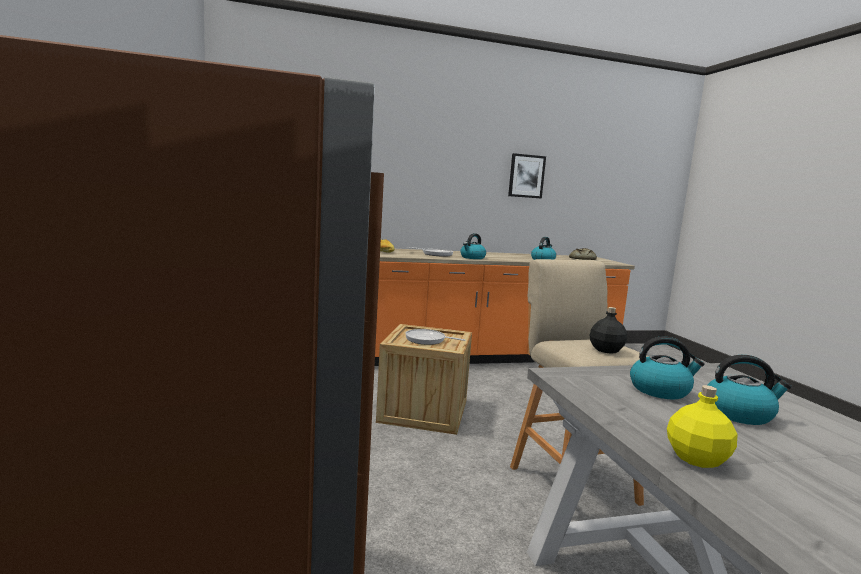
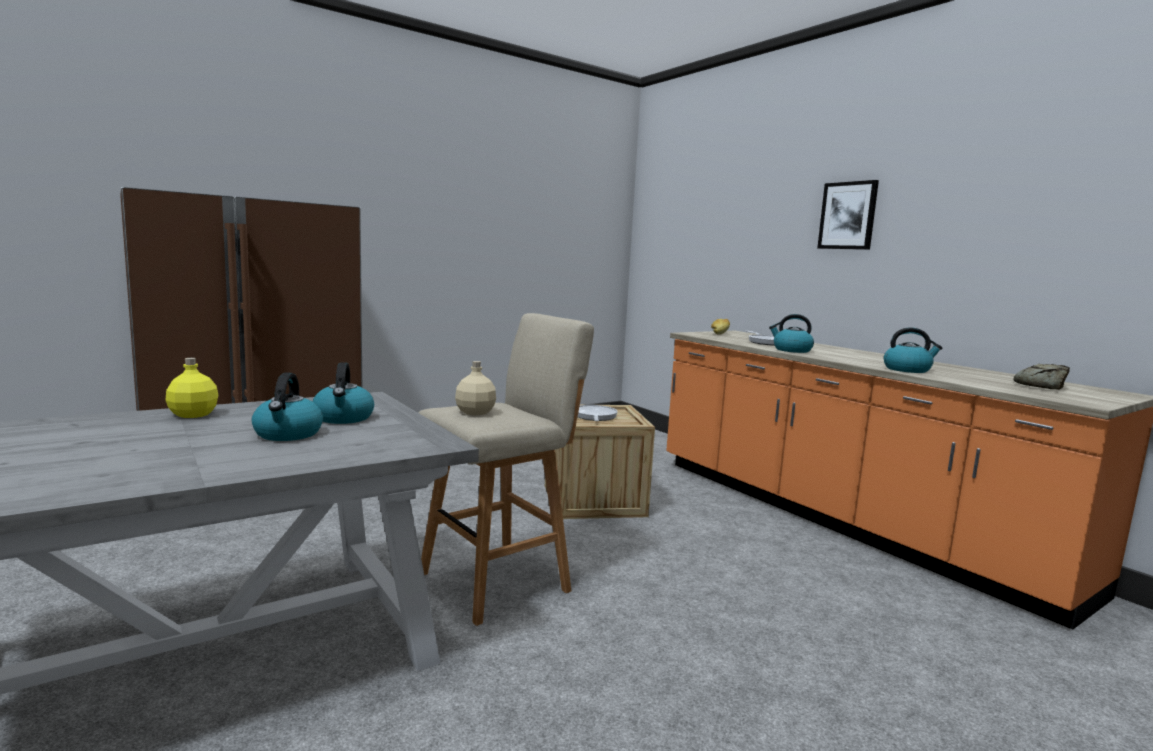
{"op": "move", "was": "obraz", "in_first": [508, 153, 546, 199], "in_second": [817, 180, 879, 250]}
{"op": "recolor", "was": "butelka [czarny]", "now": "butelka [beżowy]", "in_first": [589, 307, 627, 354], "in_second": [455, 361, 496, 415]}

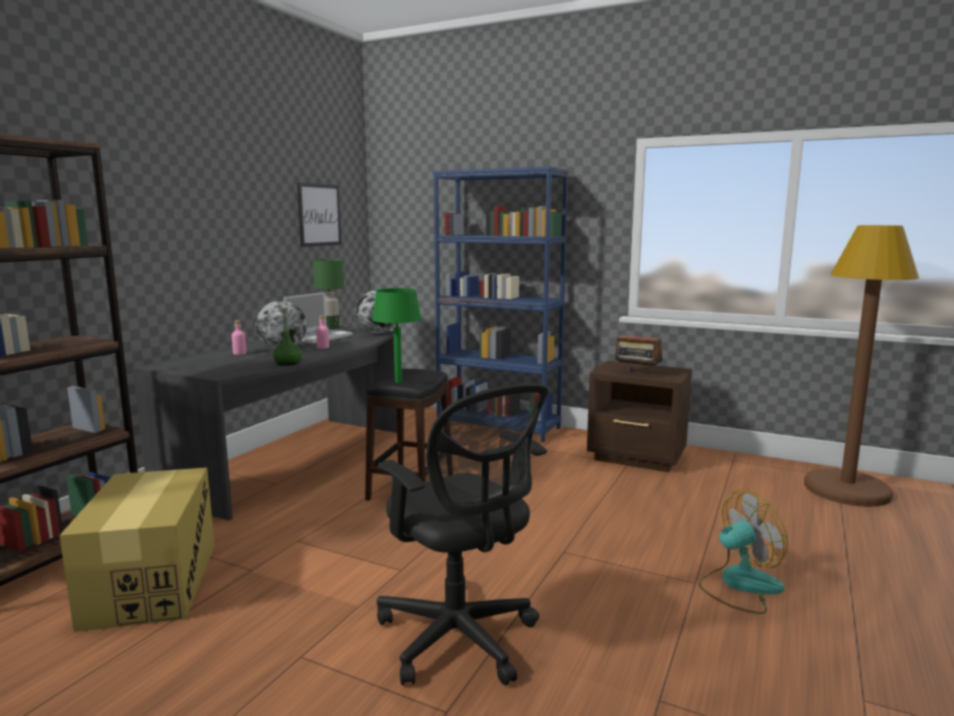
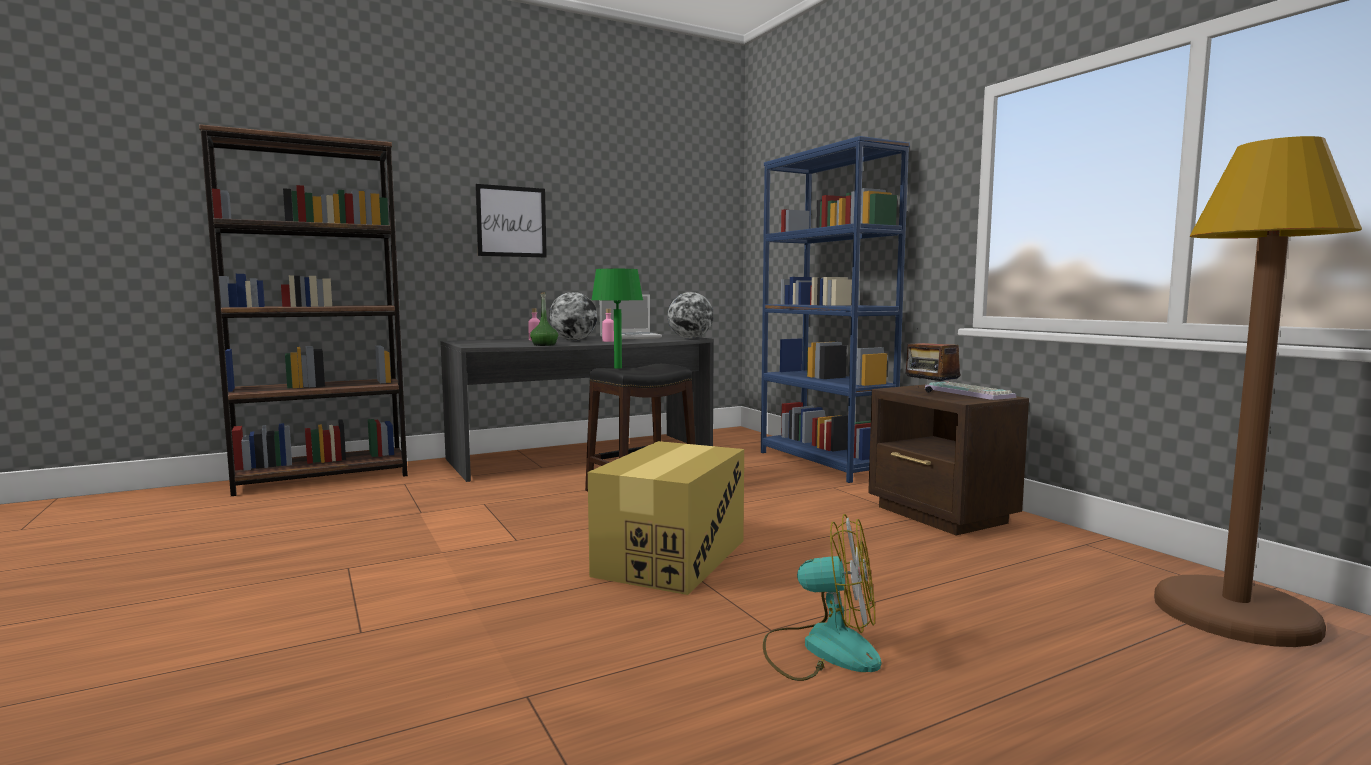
{"op": "move", "was": "karton", "in_first": [59, 468, 215, 632], "in_second": [588, 441, 744, 595]}
{"op": "move", "was": "obraz", "in_first": [297, 183, 342, 247], "in_second": [475, 184, 547, 258]}
{"op": "delete", "was": "lampa stołowa [zielony]", "in_first": [313, 259, 344, 329]}
{"op": "delete", "was": "krzesło biurowe [czarny]", "in_first": [377, 383, 548, 686]}
{"op": "insert", "now": "klawiatura", "in_second": [925, 381, 1017, 400]}

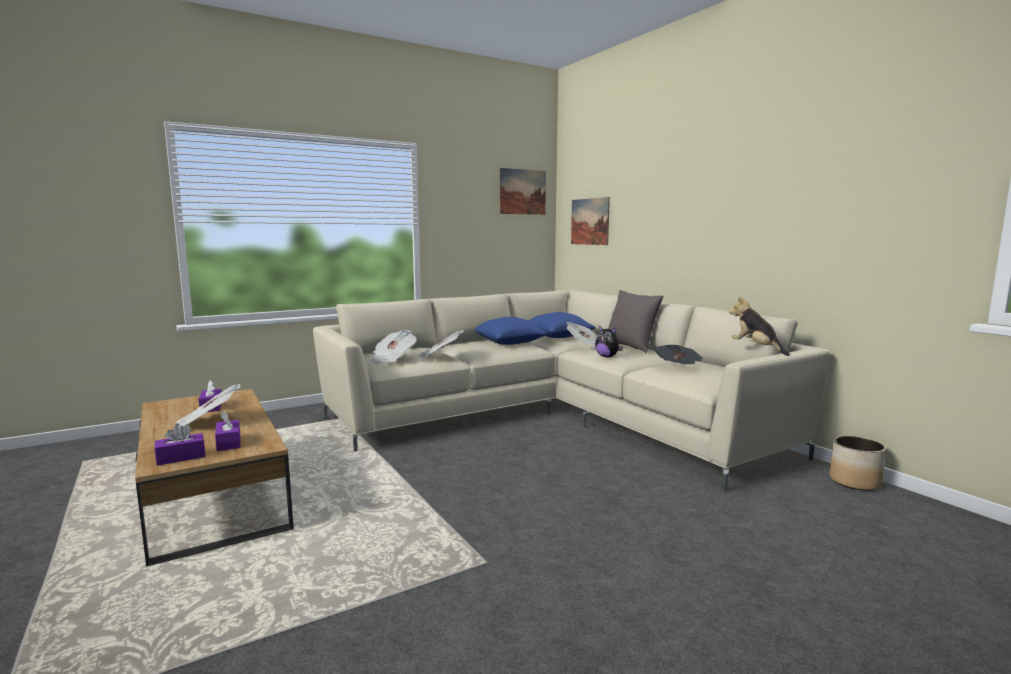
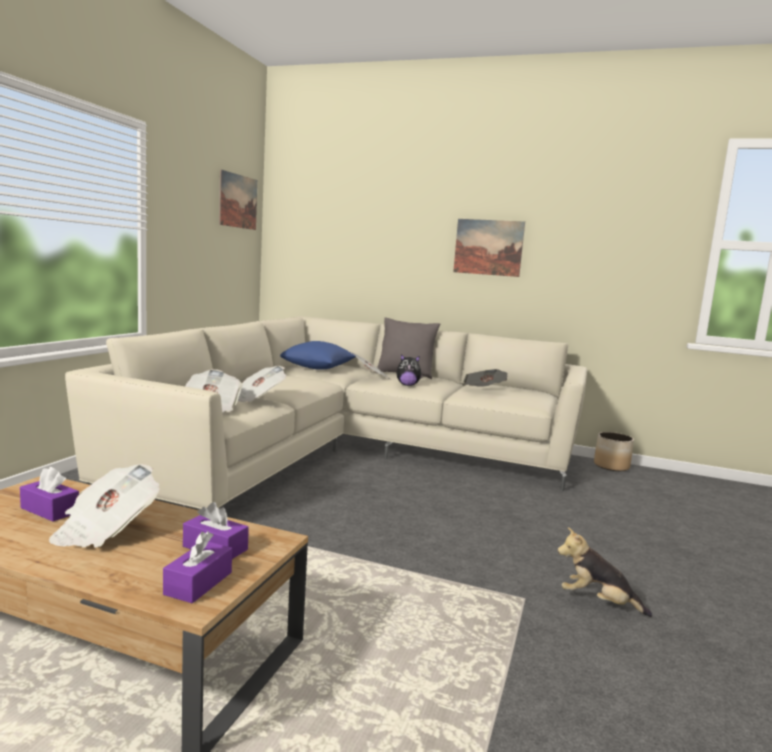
{"op": "delete", "was": "poduszka [niebieski]", "in_first": [475, 317, 547, 345]}
{"op": "move", "was": "obraz", "in_first": [571, 197, 610, 245], "in_second": [453, 219, 525, 277]}
{"op": "move", "was": "pluszak", "in_first": [729, 297, 790, 356], "in_second": [557, 527, 652, 617]}

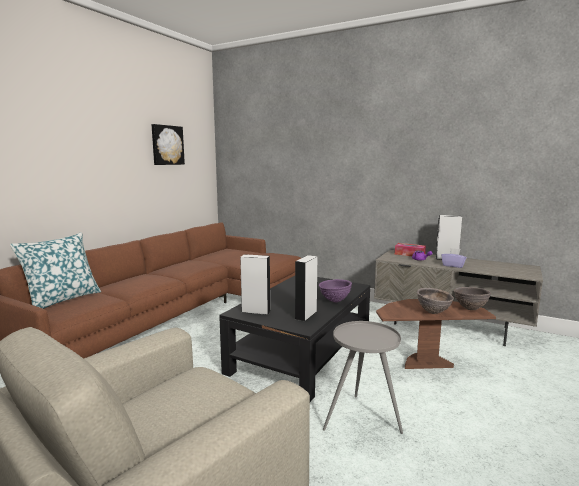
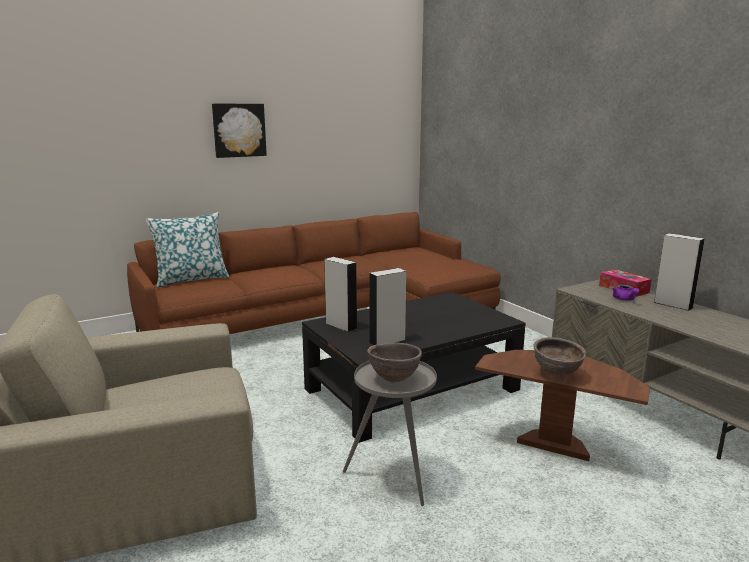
{"op": "move", "was": "obraz", "in_first": [151, 124, 185, 165], "in_second": [212, 104, 267, 158]}
{"op": "delete", "was": "miska [fioletowy]", "in_first": [319, 279, 352, 302]}
{"op": "delete", "was": "pudełko chusteczek [fioletowy]", "in_first": [441, 248, 467, 268]}
{"op": "move", "was": "miska [brązowy]", "in_first": [454, 287, 491, 310], "in_second": [367, 343, 422, 383]}

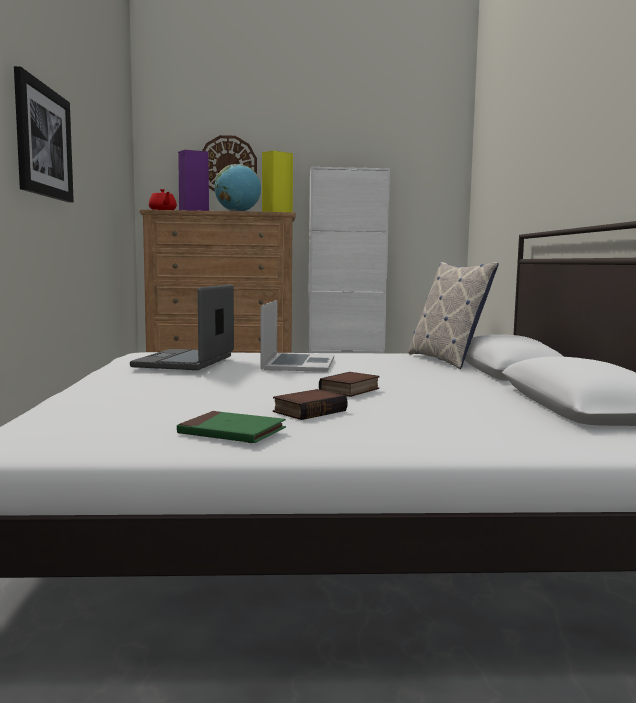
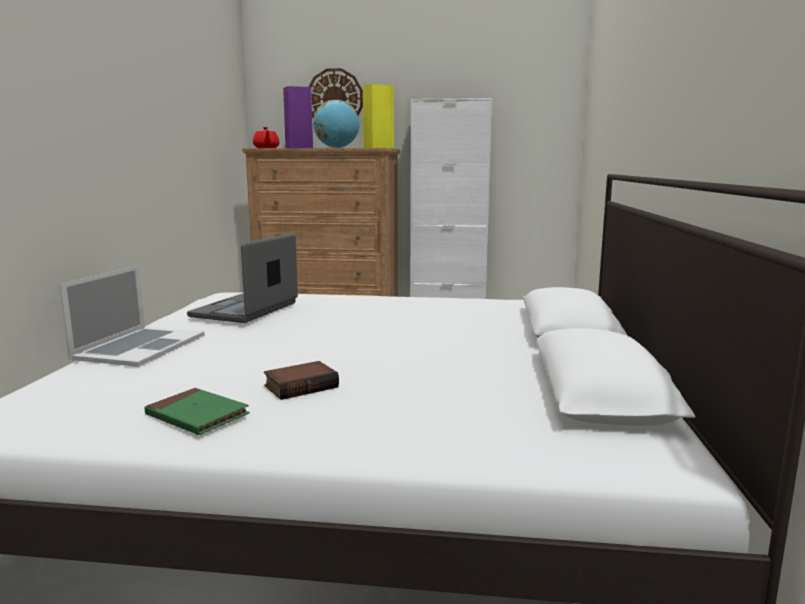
{"op": "delete", "was": "obraz", "in_first": [14, 66, 74, 202]}
{"op": "move", "was": "laptop", "in_first": [261, 300, 334, 372], "in_second": [59, 265, 204, 367]}
{"op": "delete", "was": "książka", "in_first": [319, 372, 380, 397]}
{"op": "delete", "was": "poduszka", "in_first": [408, 262, 499, 369]}

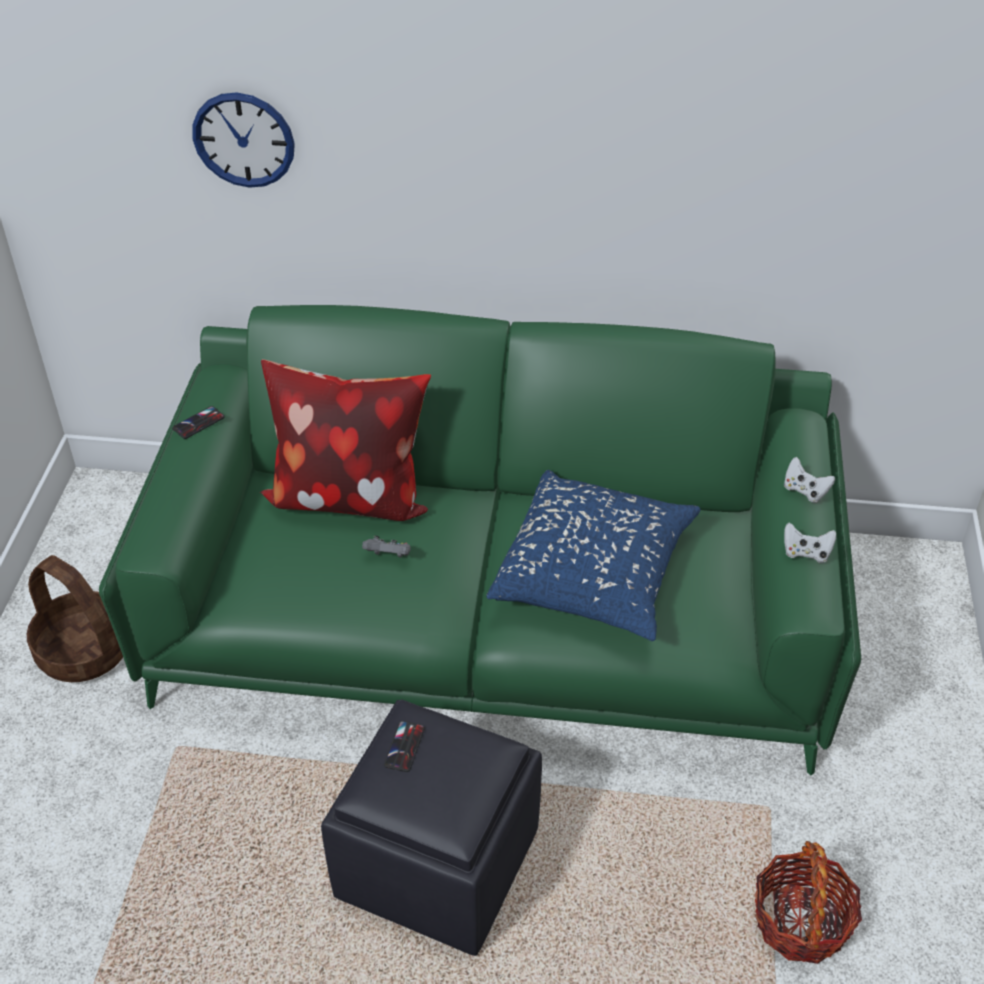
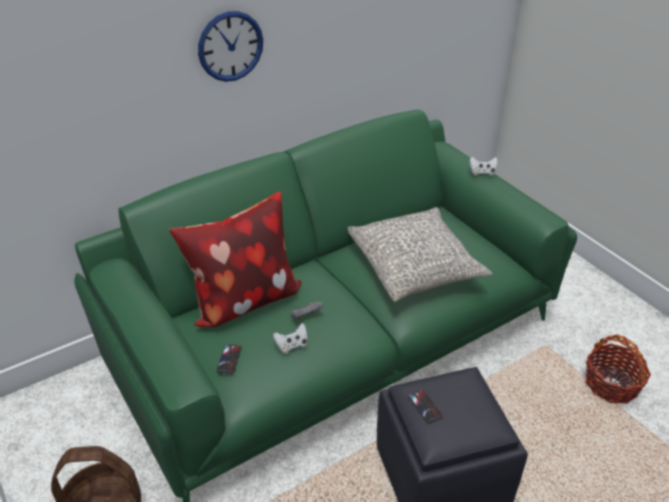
{"op": "move", "was": "telefon", "in_first": [172, 406, 225, 439], "in_second": [216, 344, 242, 374]}
{"op": "move", "was": "zegar ścienny", "in_first": [192, 92, 295, 188], "in_second": [198, 11, 263, 82]}
{"op": "recolor", "was": "poduszka [niebieski]", "now": "poduszka [szary]", "in_first": [486, 470, 701, 641], "in_second": [347, 207, 492, 302]}
{"op": "move", "was": "pad do gier [biały]", "in_first": [784, 523, 836, 563], "in_second": [273, 323, 307, 353]}

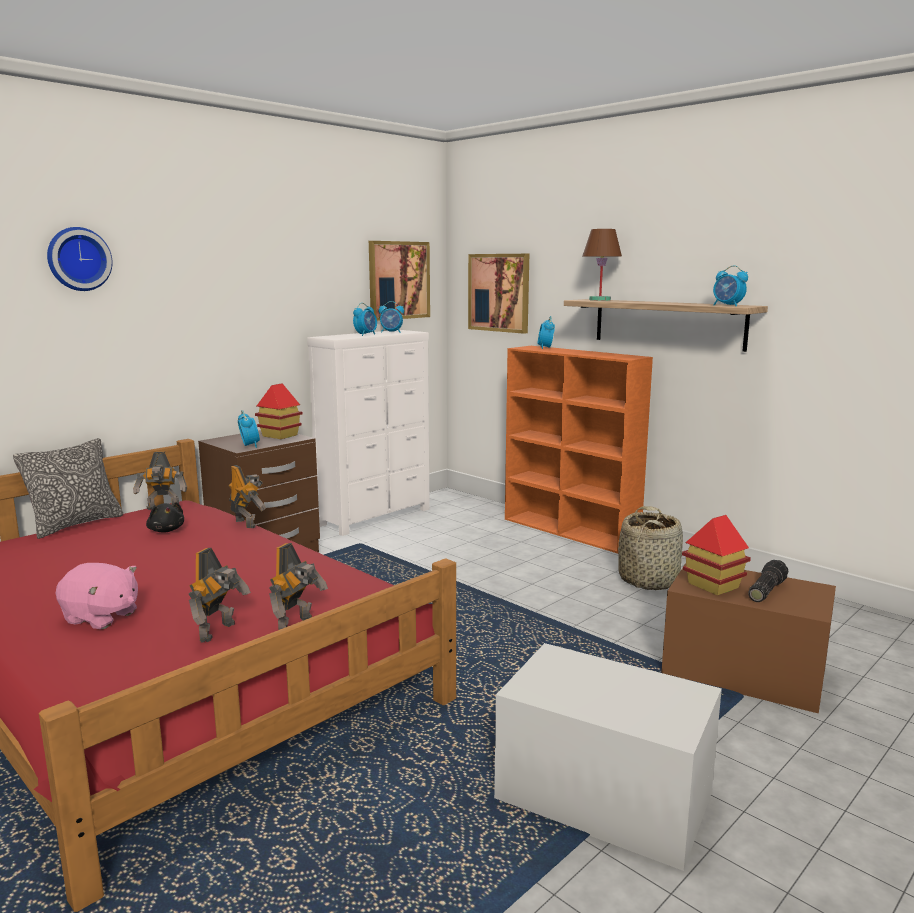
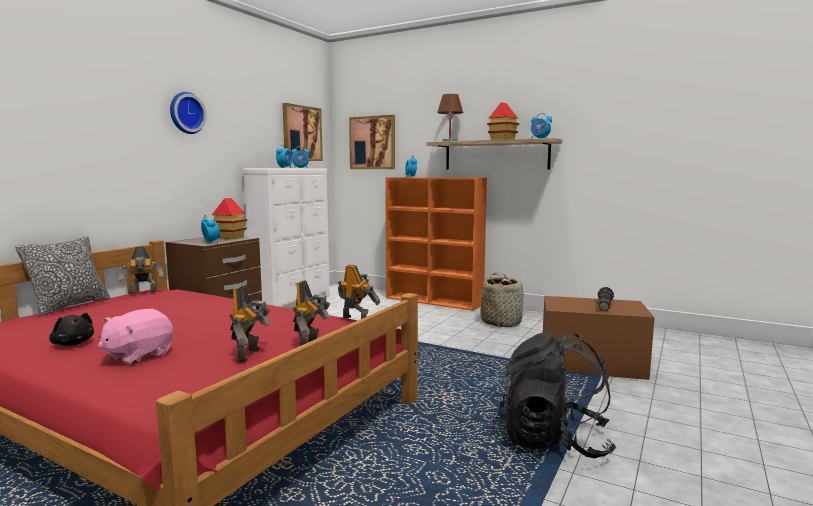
{"op": "move", "was": "zegar ścienny", "in_first": [47, 227, 113, 291], "in_second": [170, 92, 207, 134]}
{"op": "rotate", "was": "pluszak [różowy]", "in_first": [56, 563, 138, 629], "in_second": [98, 309, 173, 366], "clockwise": 120}
{"op": "move", "was": "pluszak [czarny]", "in_first": [146, 502, 184, 532], "in_second": [49, 313, 94, 346]}
{"op": "move", "was": "robot zabawkowy", "in_first": [228, 465, 266, 528], "in_second": [338, 265, 380, 319]}
{"op": "replace", "was": "pojemnik do przechowywania [biały]", "now": "plecak [czarny]", "in_first": [494, 643, 722, 871], "in_second": [499, 332, 616, 459]}
{"op": "move", "was": "domek", "in_first": [682, 515, 751, 595], "in_second": [487, 102, 519, 140]}

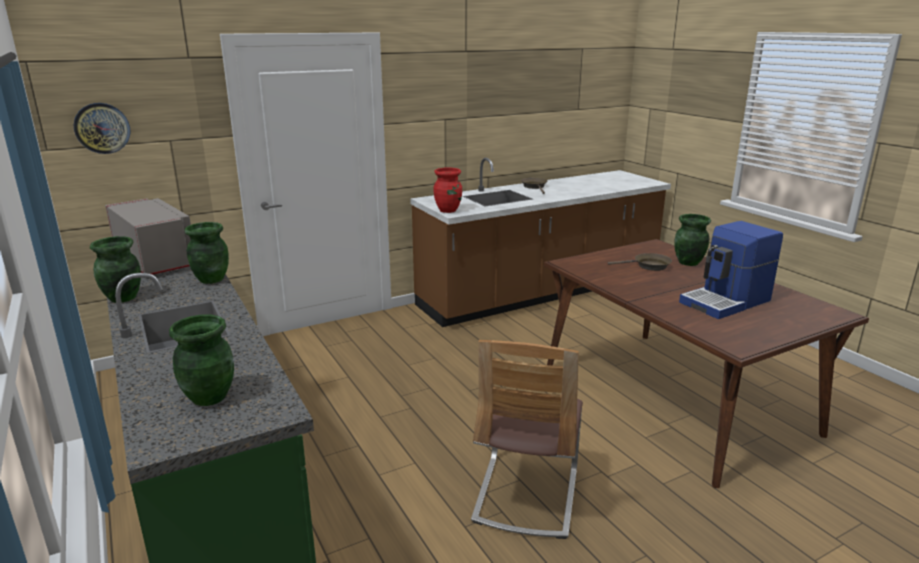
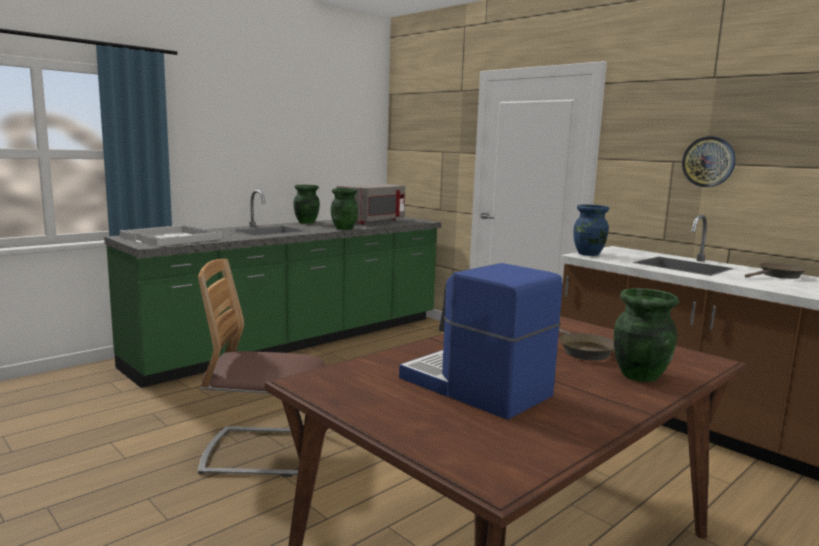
{"op": "move", "was": "zegar ścienny", "in_first": [74, 103, 130, 154], "in_second": [682, 136, 736, 187]}
{"op": "replace", "was": "wazon [zielony]", "now": "taca [biały]", "in_first": [169, 315, 234, 406], "in_second": [120, 225, 222, 246]}
{"op": "recolor", "was": "wazon [czerwony]", "now": "wazon [niebieski]", "in_first": [434, 167, 462, 213], "in_second": [573, 204, 609, 256]}

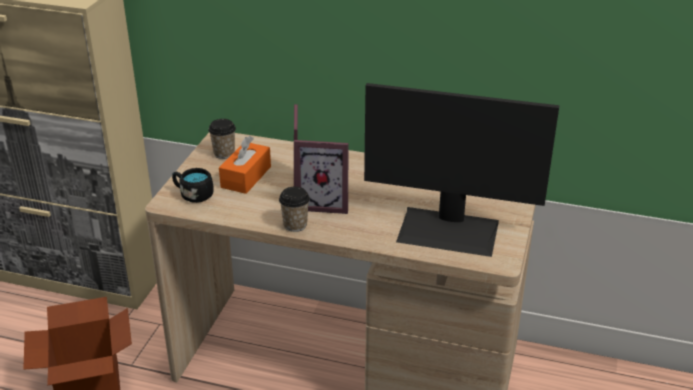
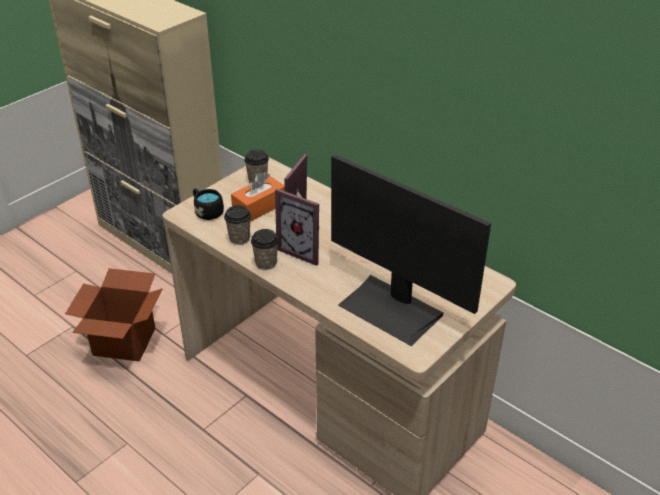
{"op": "insert", "now": "filiżanka", "in_second": [224, 205, 251, 245]}

